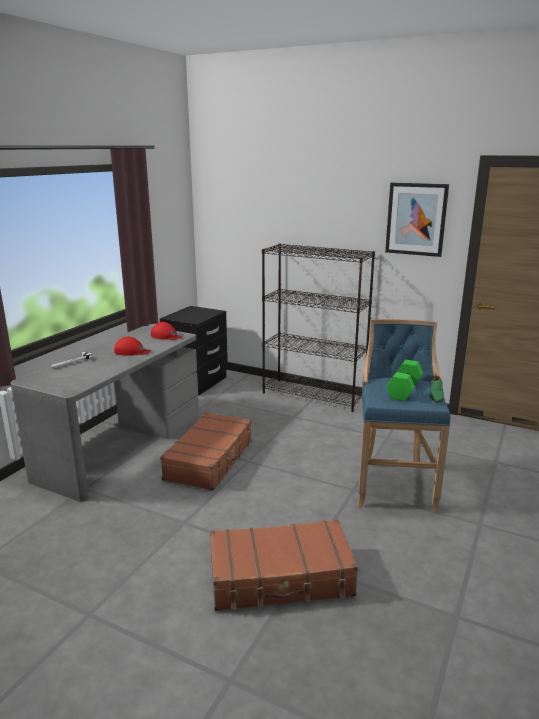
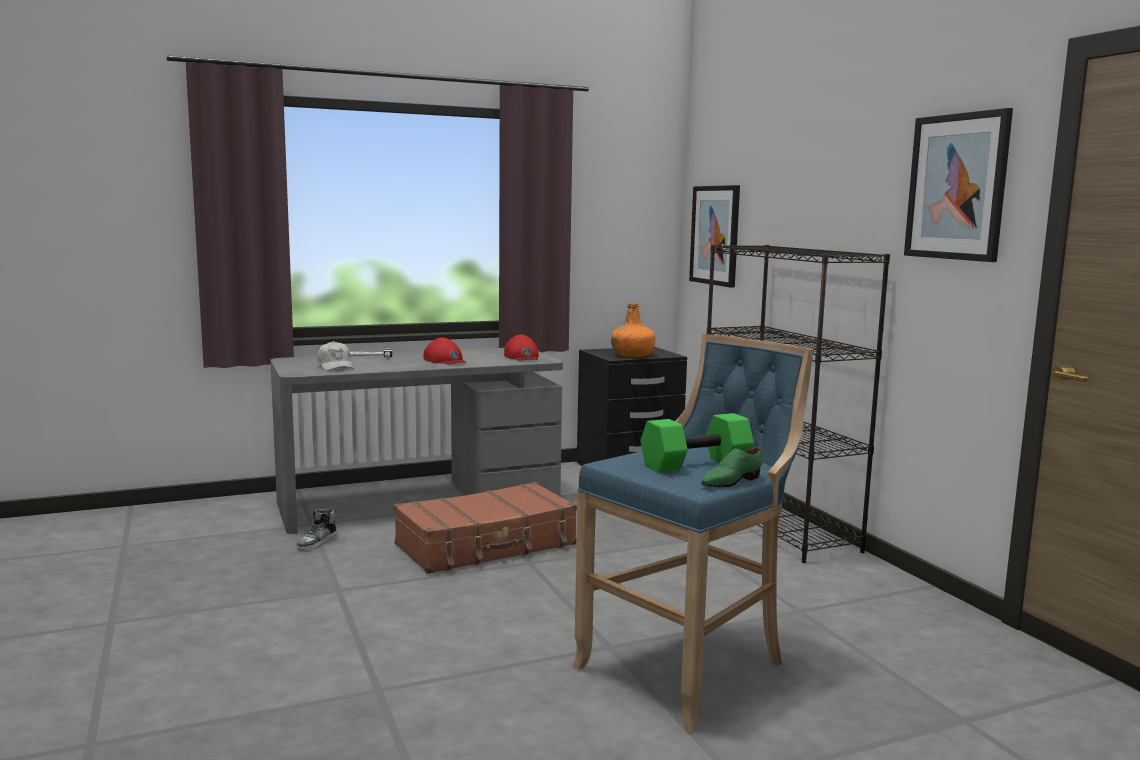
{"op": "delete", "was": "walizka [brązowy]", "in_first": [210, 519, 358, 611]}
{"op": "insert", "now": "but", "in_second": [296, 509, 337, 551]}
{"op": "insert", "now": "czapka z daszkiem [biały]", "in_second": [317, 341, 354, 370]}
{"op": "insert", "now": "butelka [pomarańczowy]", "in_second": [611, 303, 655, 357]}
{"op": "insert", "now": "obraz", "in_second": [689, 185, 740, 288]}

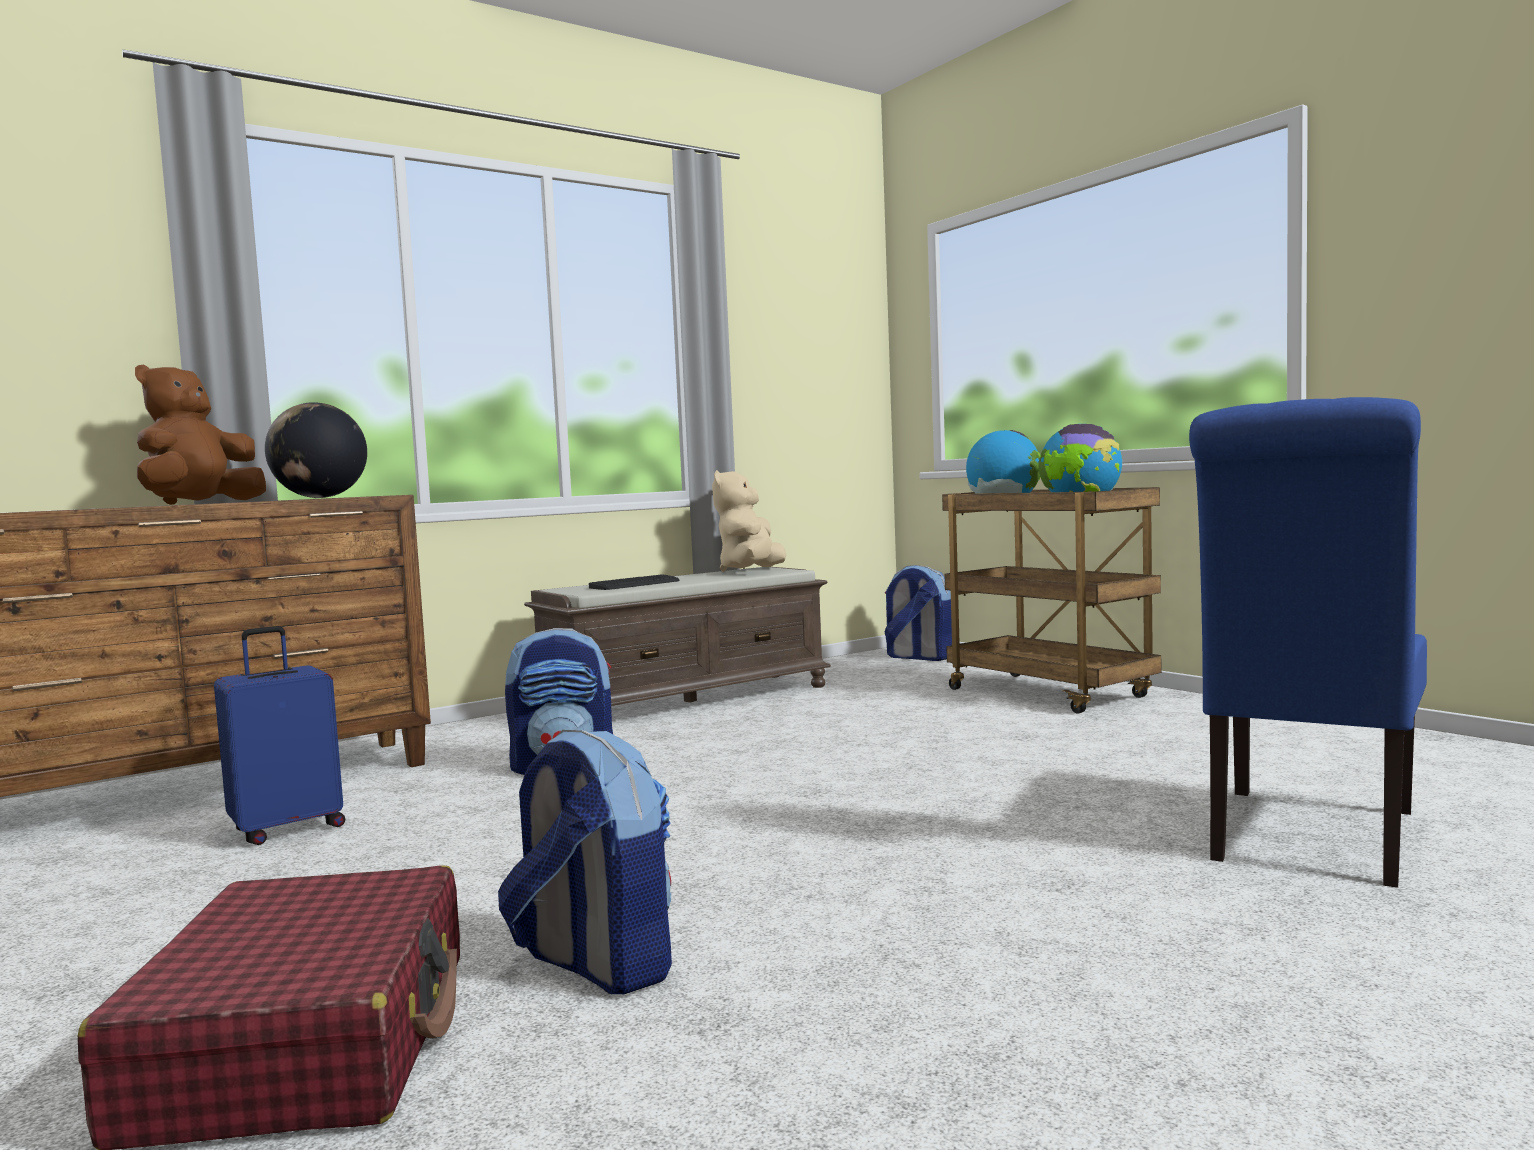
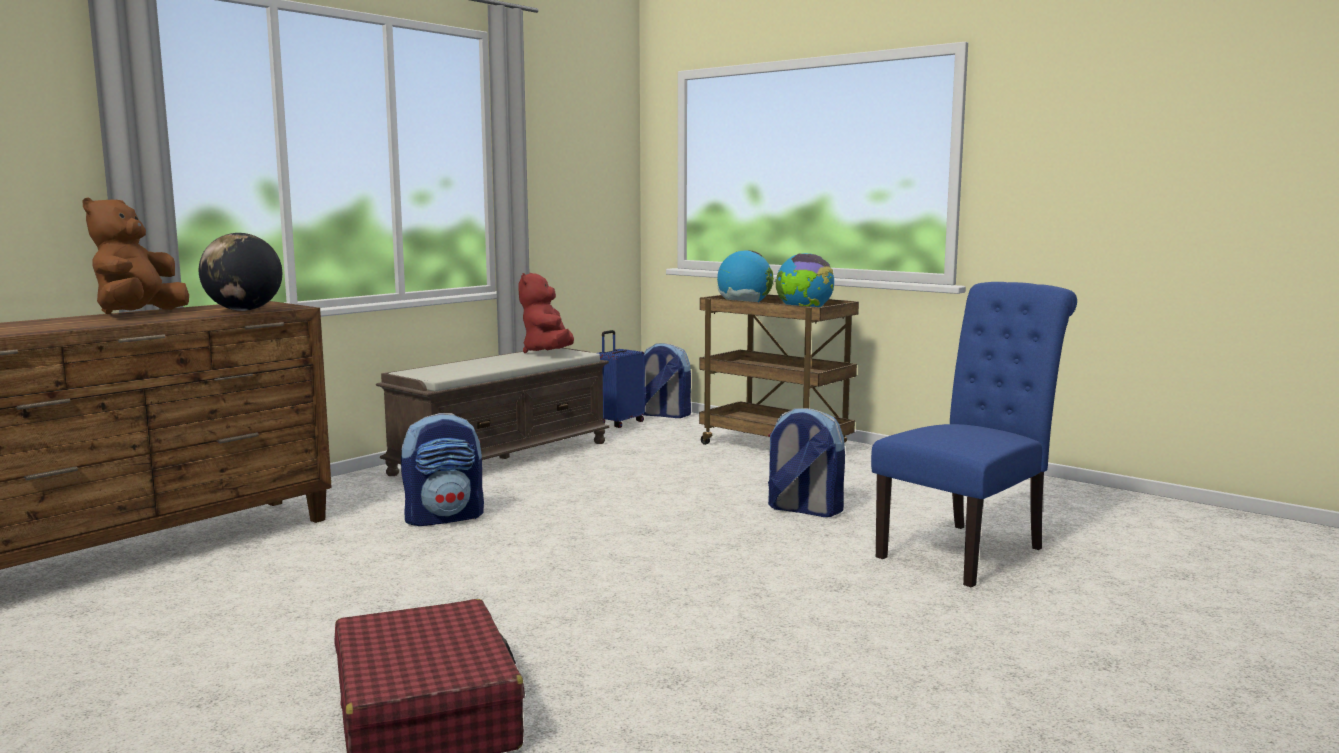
{"op": "move", "was": "walizka [niebieski]", "in_first": [214, 626, 345, 845], "in_second": [598, 330, 645, 428]}
{"op": "move", "was": "plecak", "in_first": [498, 730, 672, 994], "in_second": [768, 408, 845, 517]}
{"op": "delete", "was": "klawiatura", "in_first": [589, 574, 680, 590]}
{"op": "recolor", "was": "pluszak [beżowy]", "now": "pluszak [czerwony]", "in_first": [712, 470, 786, 572], "in_second": [518, 273, 574, 353]}
{"op": "rotate", "was": "krzesło [niebieski]", "in_first": [1189, 397, 1427, 888], "in_second": [871, 282, 1077, 587], "clockwise": -150}

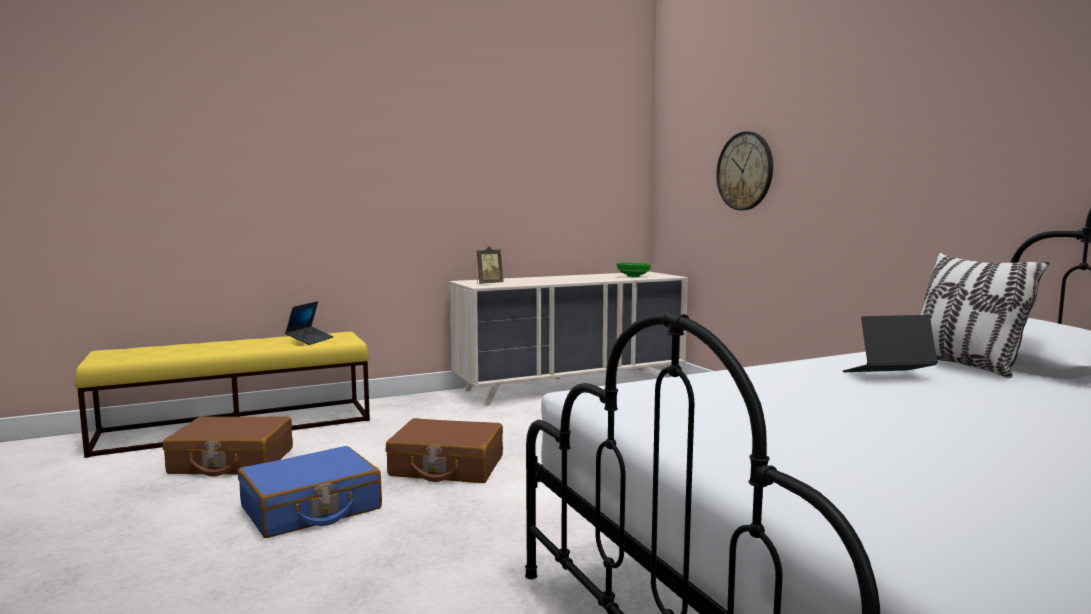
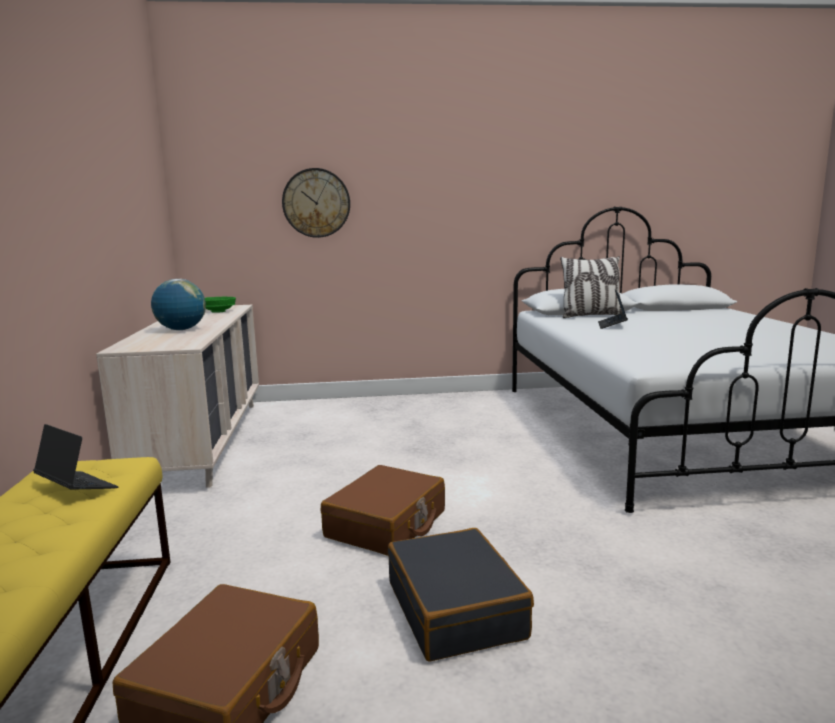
{"op": "recolor", "was": "walizka [niebieski]", "now": "walizka [czarny]", "in_first": [238, 446, 382, 538], "in_second": [388, 528, 534, 661]}
{"op": "delete", "was": "ramka na zdjęcie", "in_first": [477, 246, 503, 284]}
{"op": "insert", "now": "globus", "in_second": [151, 279, 206, 330]}

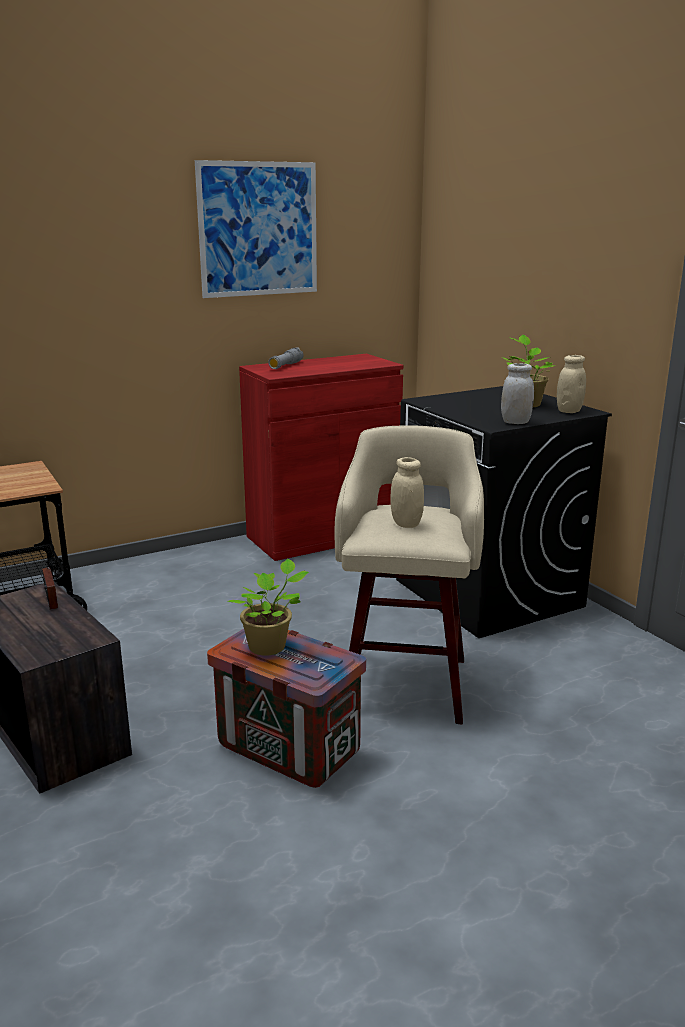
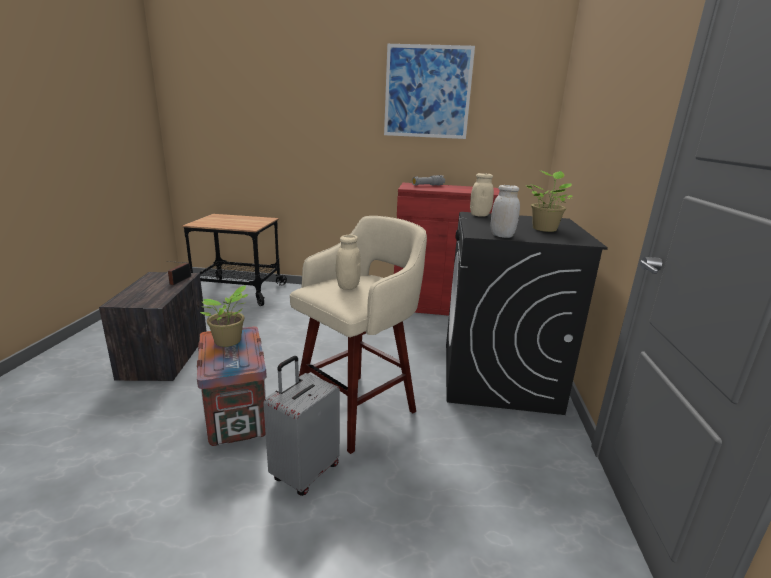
{"op": "move", "was": "słoik [beżowy]", "in_first": [557, 355, 586, 413], "in_second": [470, 173, 494, 217]}
{"op": "insert", "now": "walizka [szary]", "in_second": [263, 356, 340, 496]}

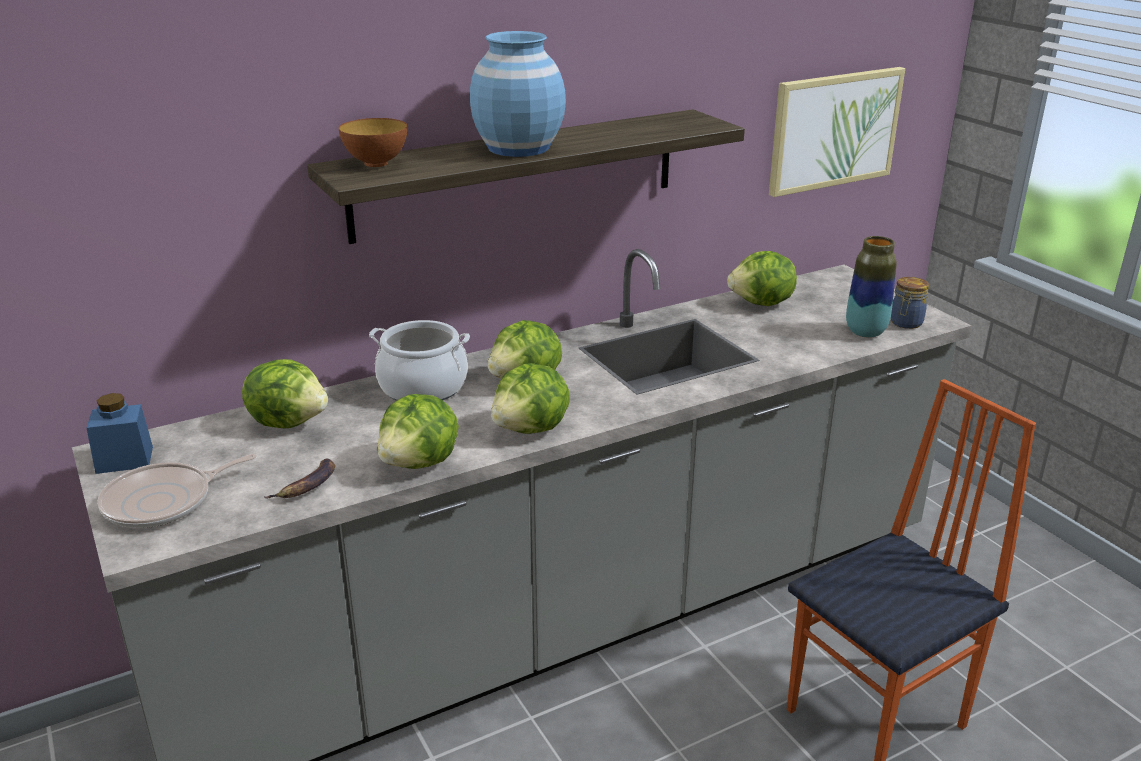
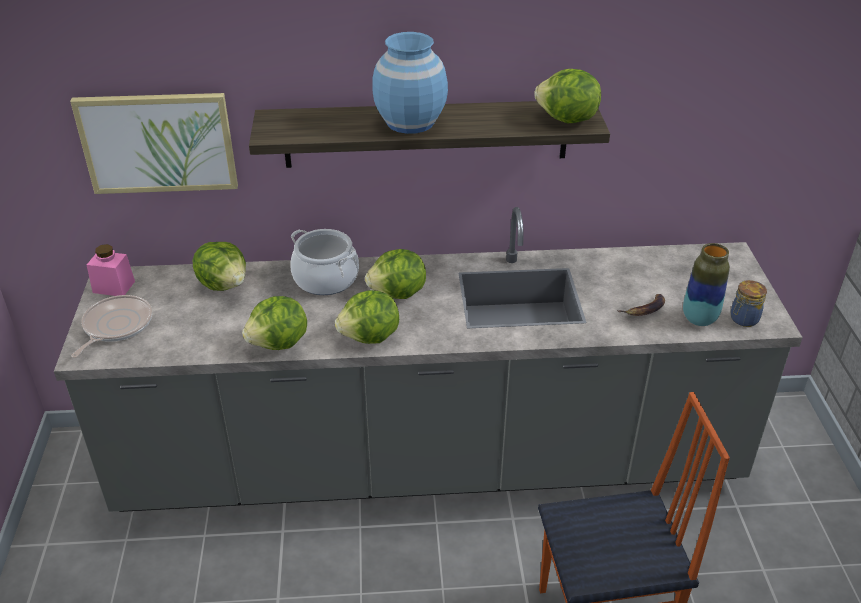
{"op": "recolor", "was": "słoik [niebieski]", "now": "słoik [różowy]", "in_first": [87, 393, 153, 474], "in_second": [87, 244, 135, 296]}
{"op": "rotate", "was": "patelnia", "in_first": [97, 454, 256, 528], "in_second": [71, 295, 152, 358], "clockwise": 120}
{"op": "move", "was": "banan", "in_first": [264, 459, 335, 499], "in_second": [617, 294, 665, 316]}
{"op": "delete", "was": "miska", "in_first": [339, 118, 407, 167]}
{"op": "move", "was": "sałata", "in_first": [727, 251, 797, 306], "in_second": [534, 69, 601, 123]}
{"op": "move", "was": "obraz", "in_first": [769, 67, 905, 197], "in_second": [70, 93, 238, 194]}

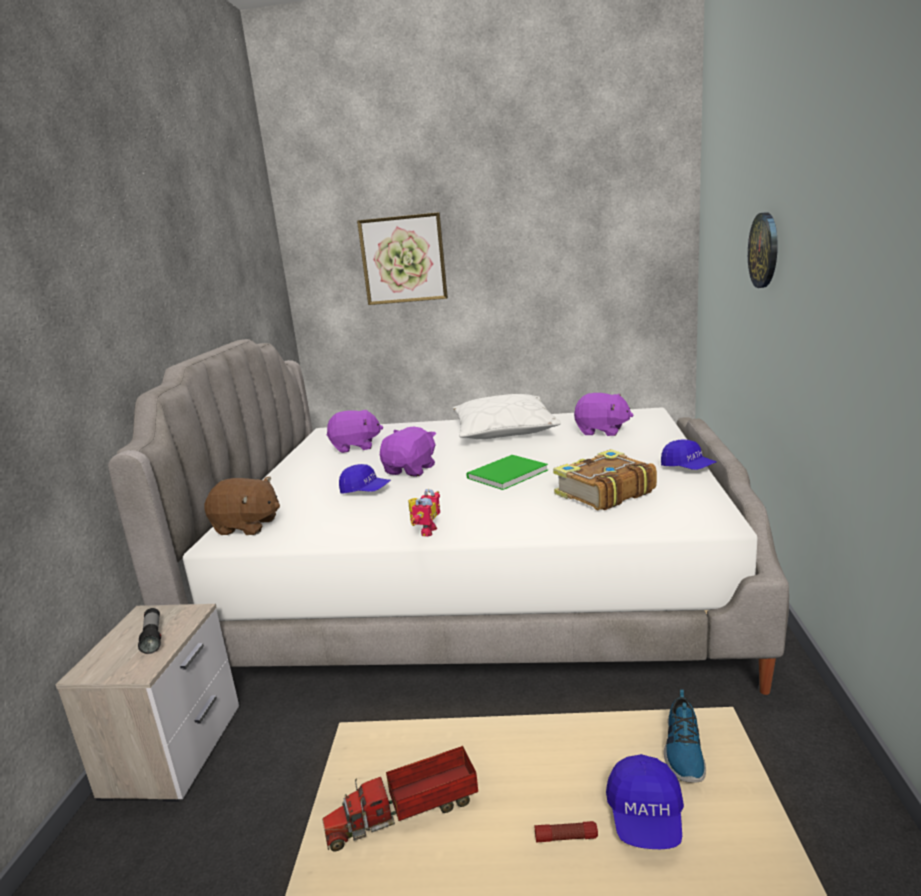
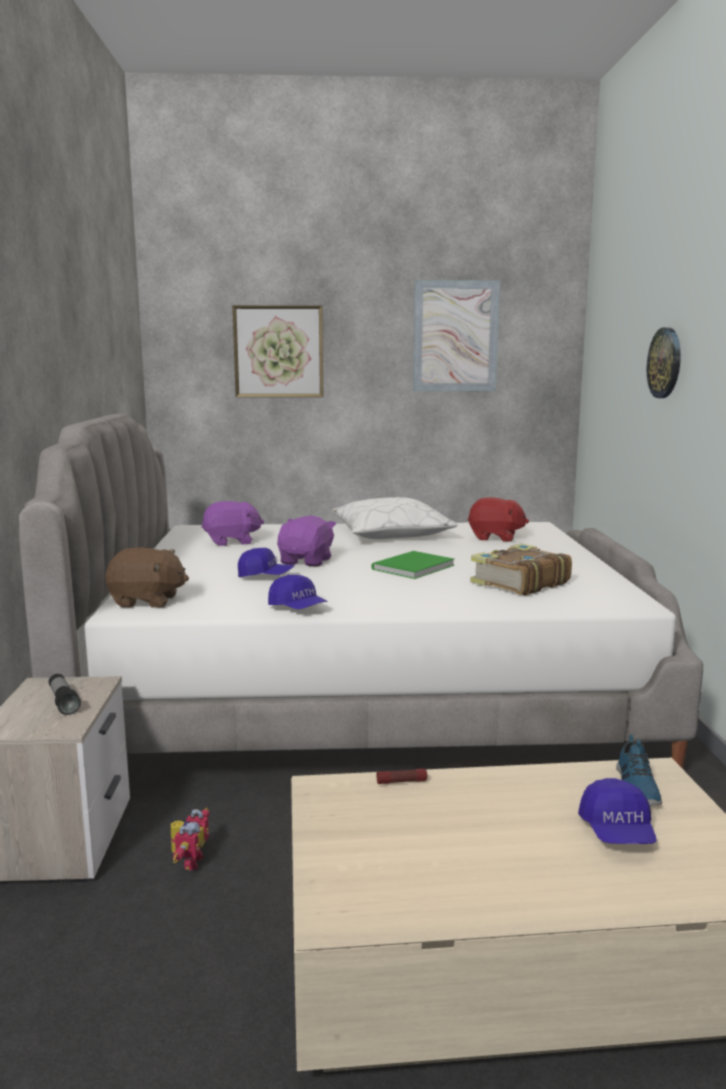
{"op": "delete", "was": "ciężarówka zabawkowa", "in_first": [322, 746, 478, 852]}
{"op": "move", "was": "robot zabawkowy", "in_first": [408, 489, 440, 537], "in_second": [171, 808, 209, 870]}
{"op": "move", "was": "latarka", "in_first": [535, 821, 598, 843], "in_second": [376, 769, 427, 784]}
{"op": "recolor", "was": "pluszak [fioletowy]", "now": "pluszak [czerwony]", "in_first": [574, 393, 633, 436], "in_second": [468, 497, 529, 542]}
{"op": "move", "was": "czapka z daszkiem [niebieski]", "in_first": [661, 440, 717, 470], "in_second": [268, 575, 328, 609]}
{"op": "insert", "now": "obraz", "in_second": [413, 280, 500, 391]}

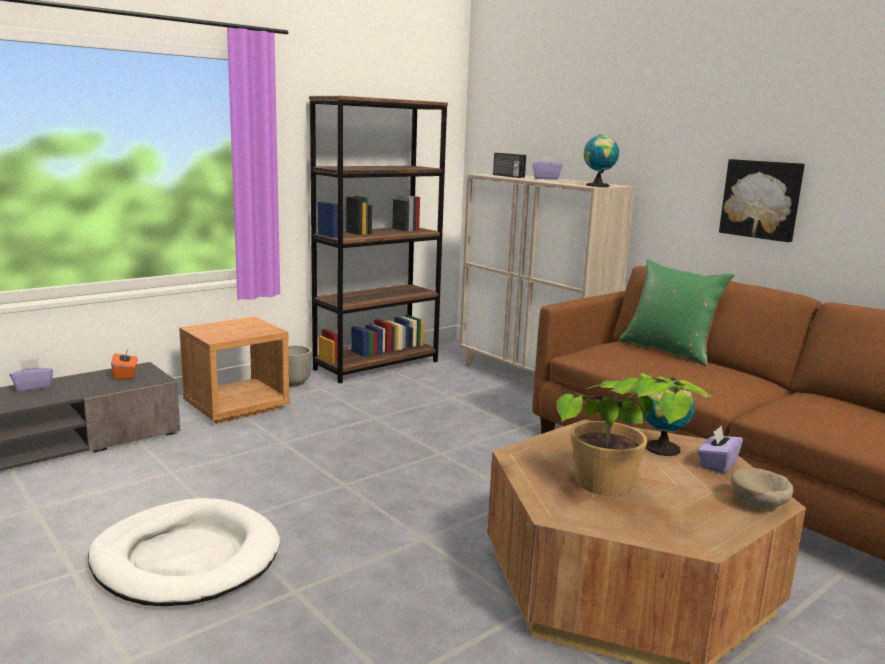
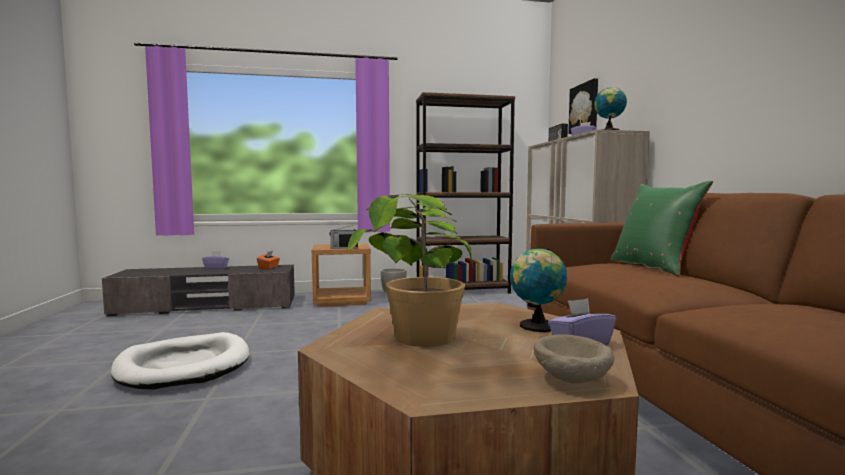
{"op": "move", "was": "obraz", "in_first": [719, 159, 805, 242], "in_second": [568, 78, 598, 134]}
{"op": "insert", "now": "radio", "in_second": [329, 225, 358, 249]}

